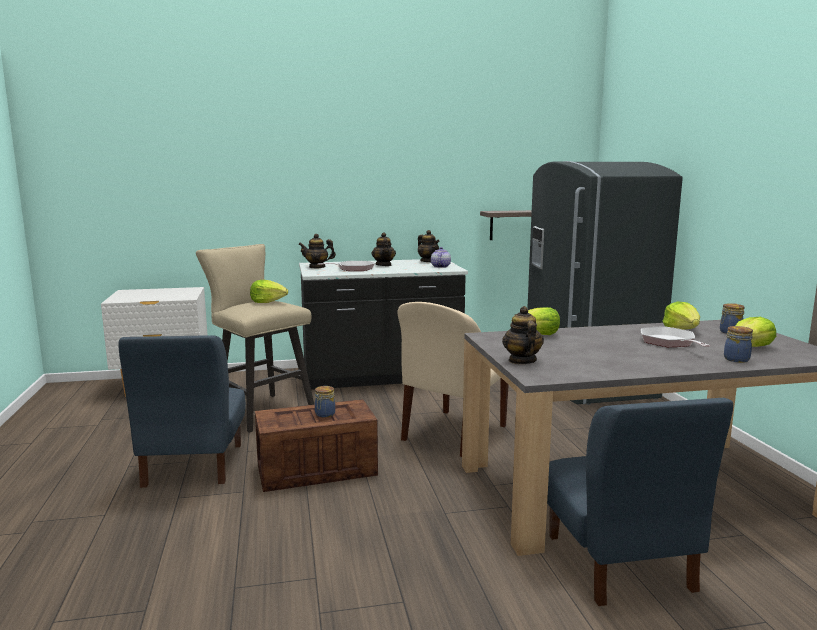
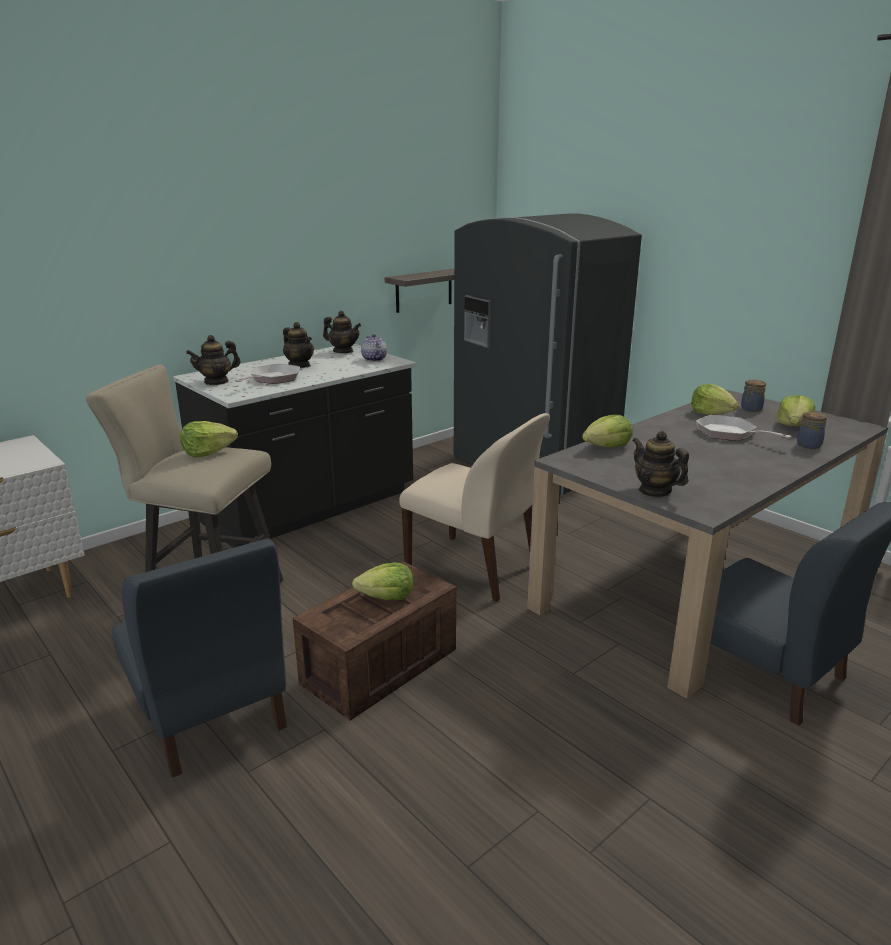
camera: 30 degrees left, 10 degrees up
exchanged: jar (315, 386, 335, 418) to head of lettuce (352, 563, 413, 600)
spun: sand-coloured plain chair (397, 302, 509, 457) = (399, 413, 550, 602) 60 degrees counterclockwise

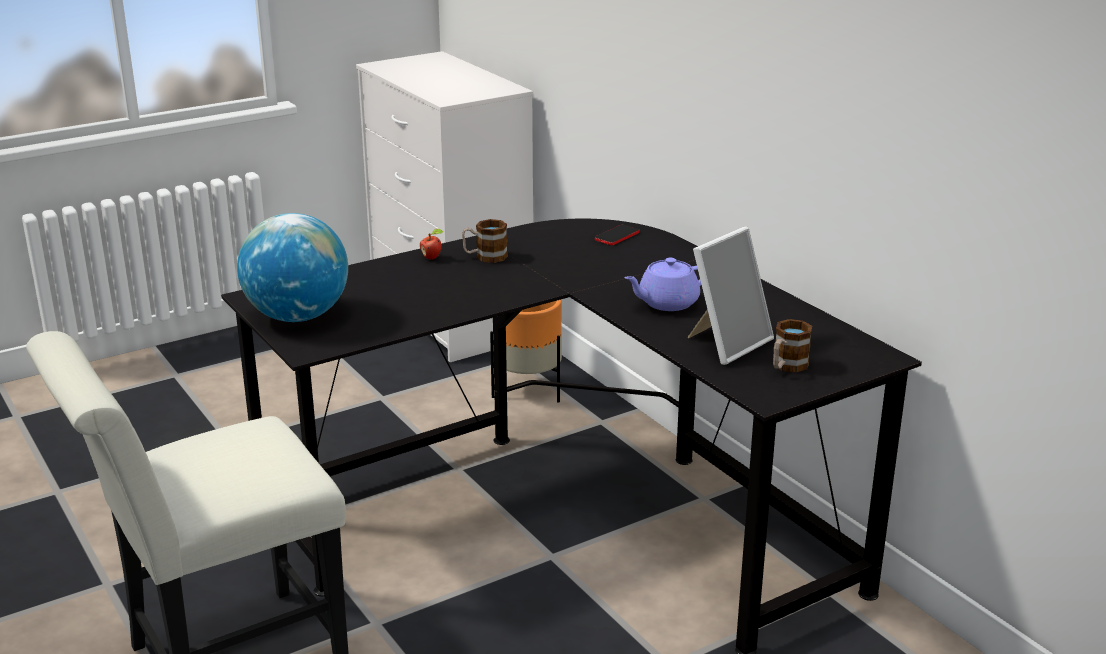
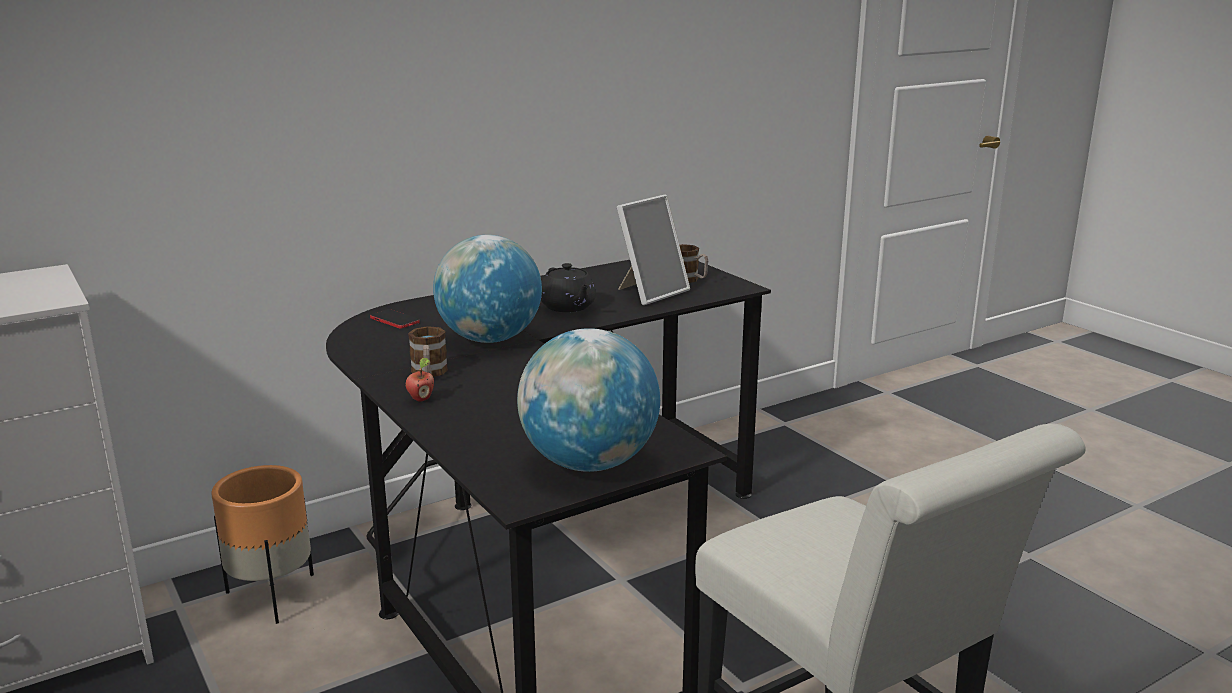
camera: 90 degrees left, 5 degrees down
appeared: world globe (433, 235, 542, 343)
colour: purple tea pot (624, 258, 701, 311) to black-coloured tea pot (541, 263, 596, 312)
spun: photo frame (687, 227, 774, 365) = (617, 195, 690, 305) 90 degrees clockwise

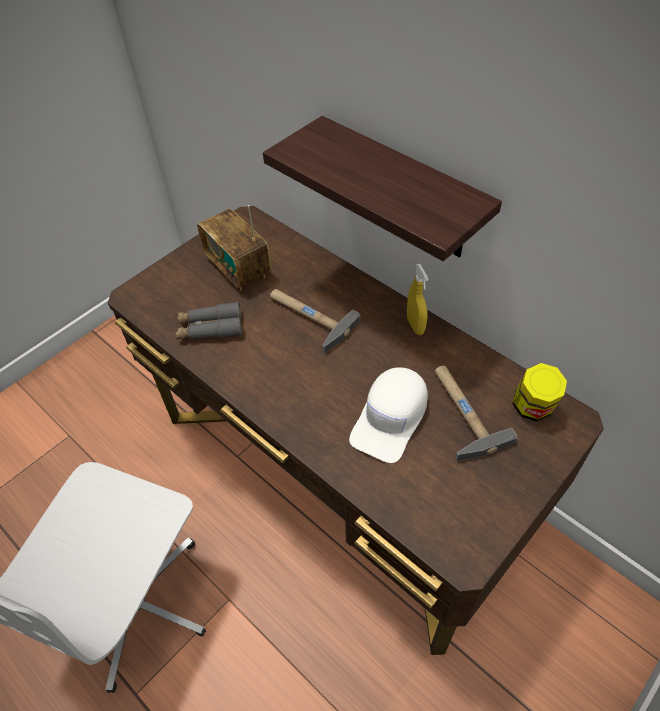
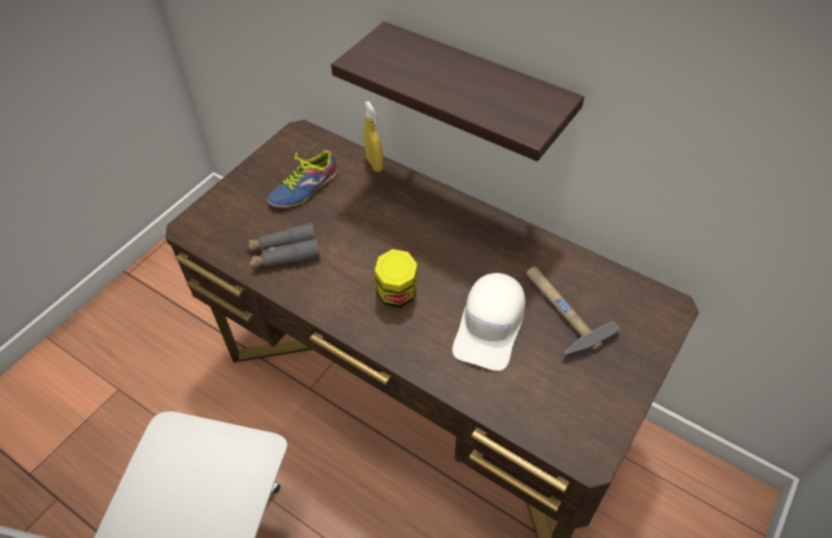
camera: 10 degrees left, 0 degrees up
missing: hand hammer (270, 289, 361, 354)
relocated: yellow hand sprayer (407, 264, 428, 335) to (364, 101, 384, 172); jar (512, 363, 567, 422) to (375, 249, 417, 308)
exchanged: radio (197, 205, 271, 291) to low shoe (267, 144, 337, 208)

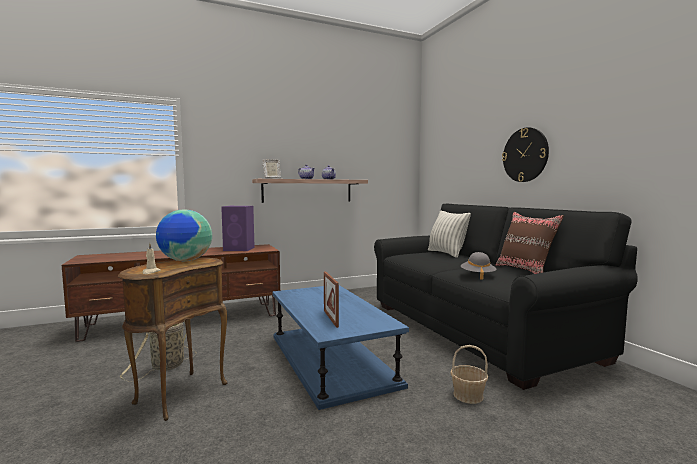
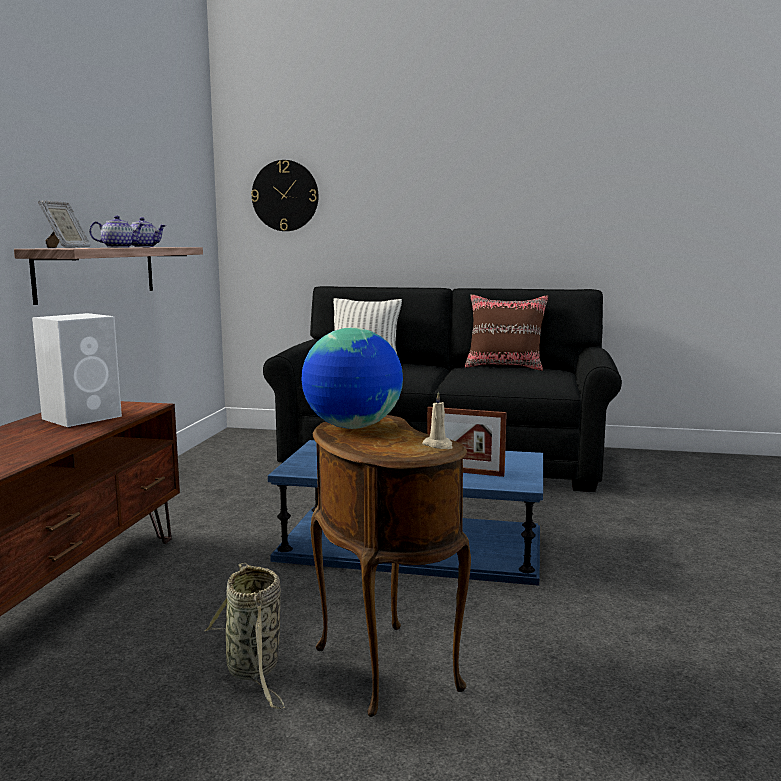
camera: 55 degrees left, 5 degrees up
missing: household basket (450, 345, 488, 404); gray hat (461, 252, 497, 280)
relocated: wall clock (502, 127, 549, 182) to (251, 160, 319, 231)
colour: purple loudspeaker (221, 206, 255, 251) to white-coloured loudspeaker (32, 313, 122, 427)

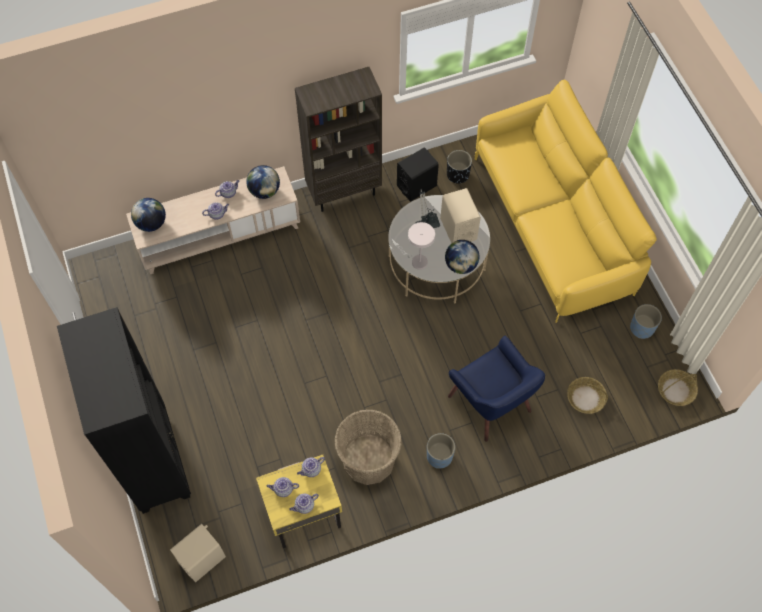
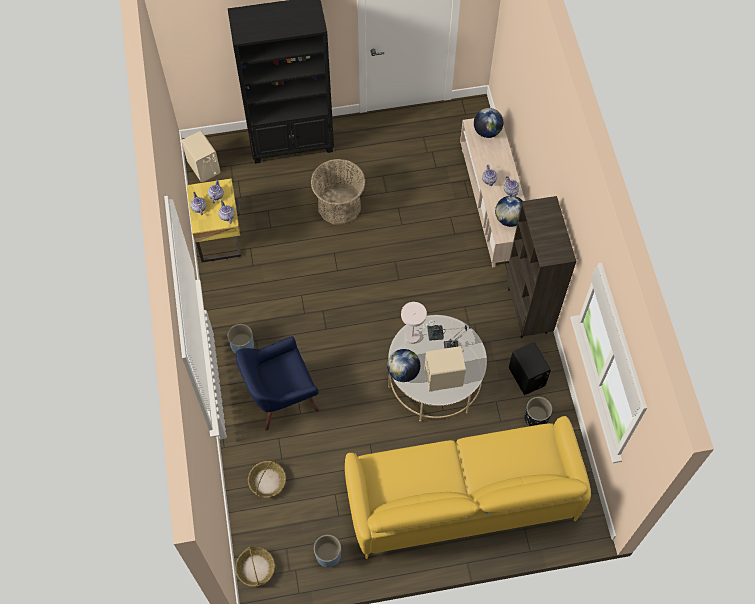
camera: 100 degrees right, 0 degrees up
relocated: household basket (335, 409, 402, 485) to (311, 159, 366, 225)

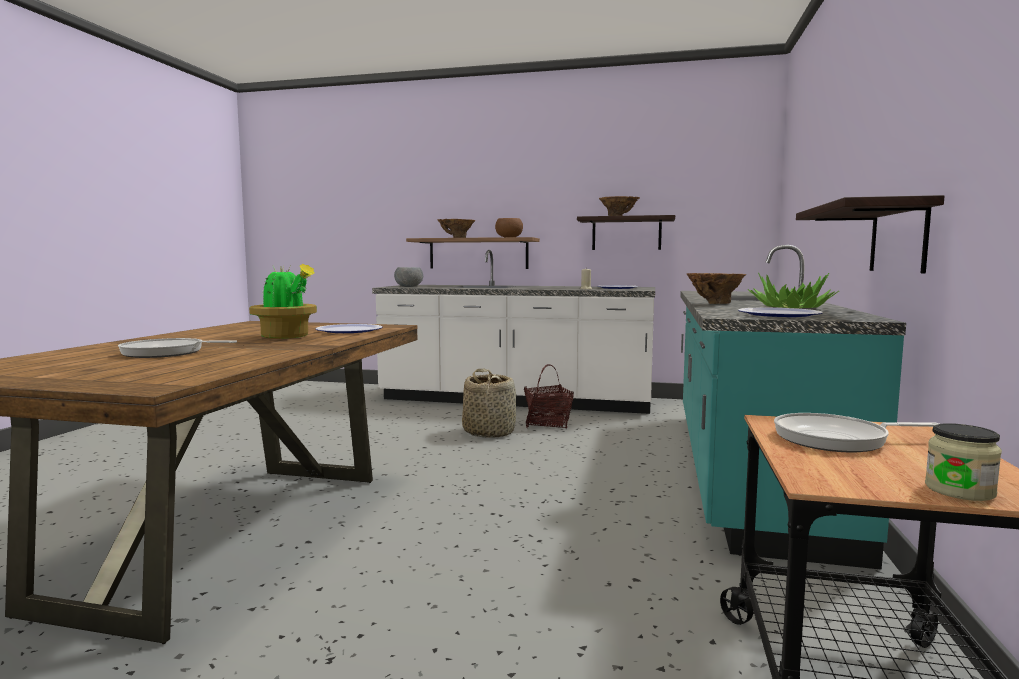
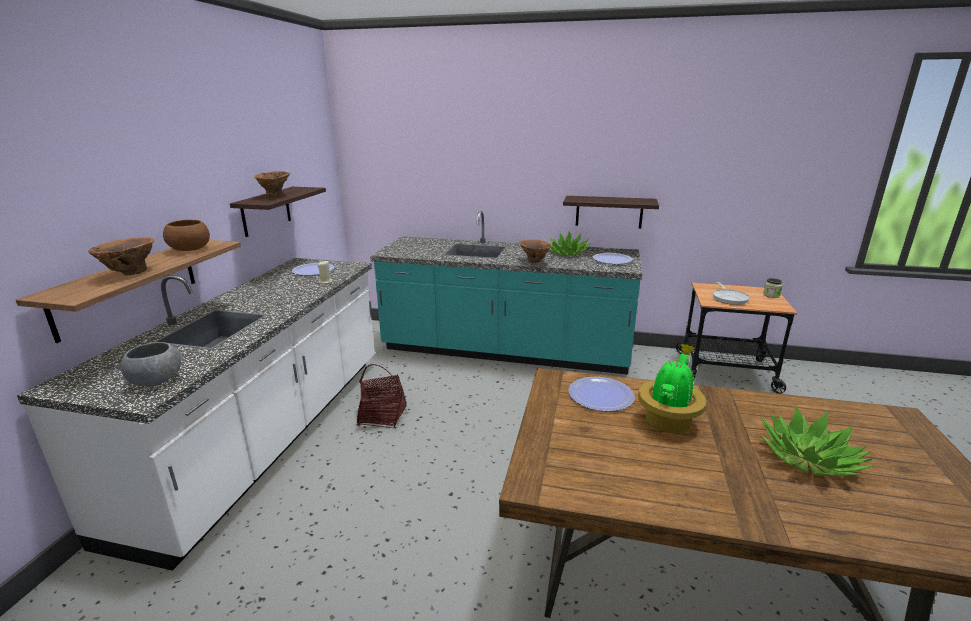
camera: 90 degrees left, 15 degrees up
missing: household basket (462, 369, 516, 438)
exchanged: skillet (118, 338, 237, 358) to potted plant (760, 406, 873, 476)

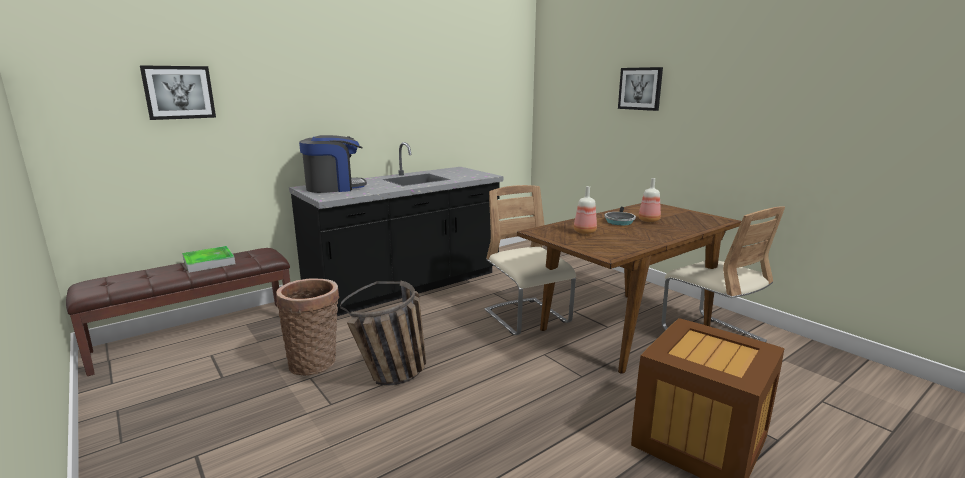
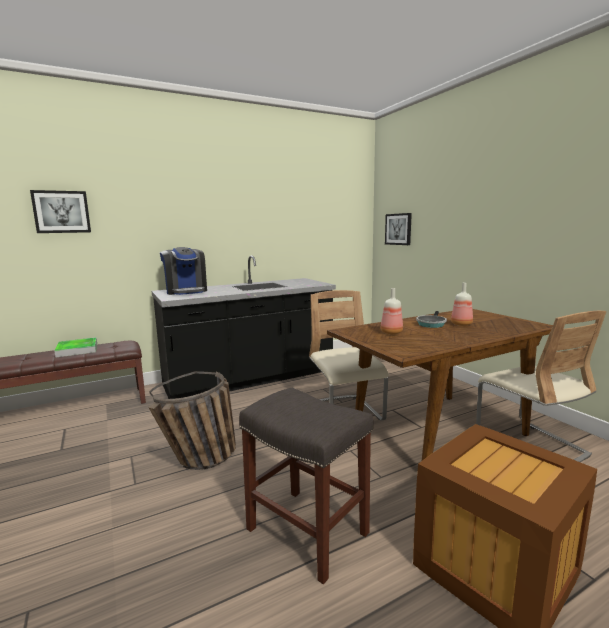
camera: 10 degrees right, 5 degrees down
missing: household basket (276, 278, 340, 376)
appeared: gray sitting stool (239, 388, 373, 584)
relocated: wall art (618, 67, 663, 111) to (385, 213, 412, 245)
spun: coffee maker (299, 135, 367, 193) = (160, 247, 207, 295) 75 degrees clockwise

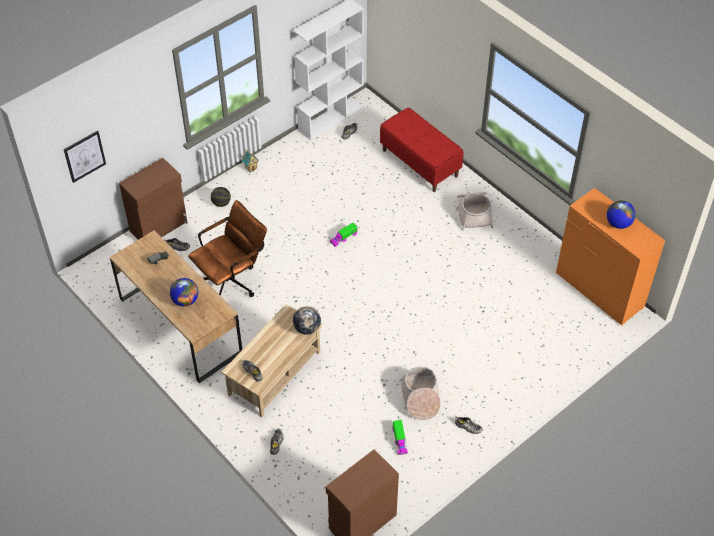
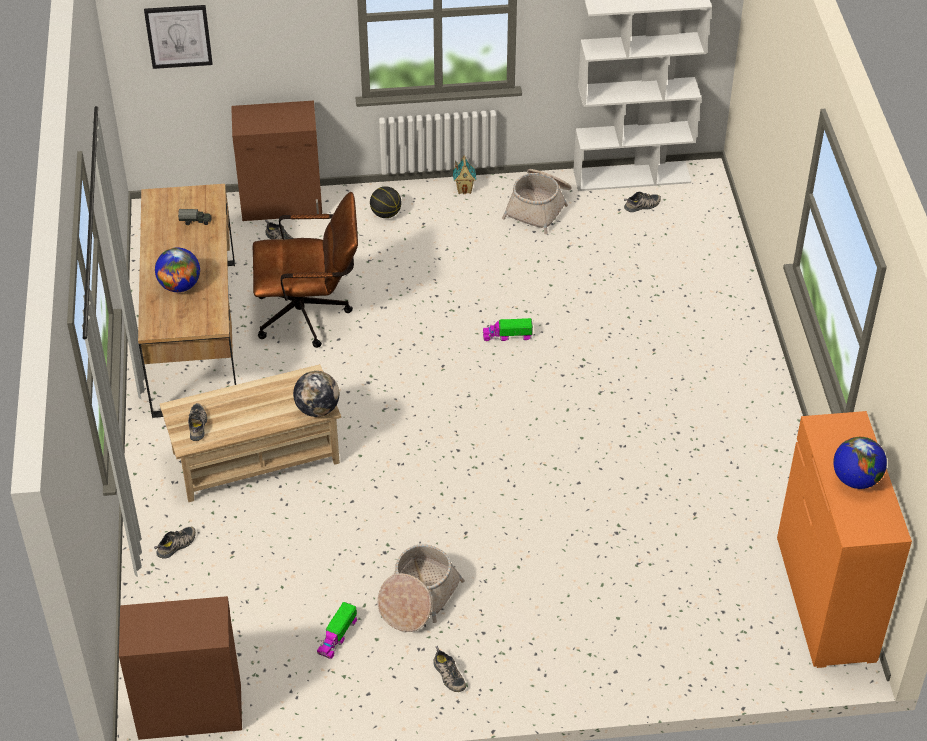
camera: 35 degrees right, 5 degrees down
missing: red-coloured indoor bench (380, 108, 463, 192)
relocated: household basket (456, 192, 493, 231) to (502, 169, 571, 234)

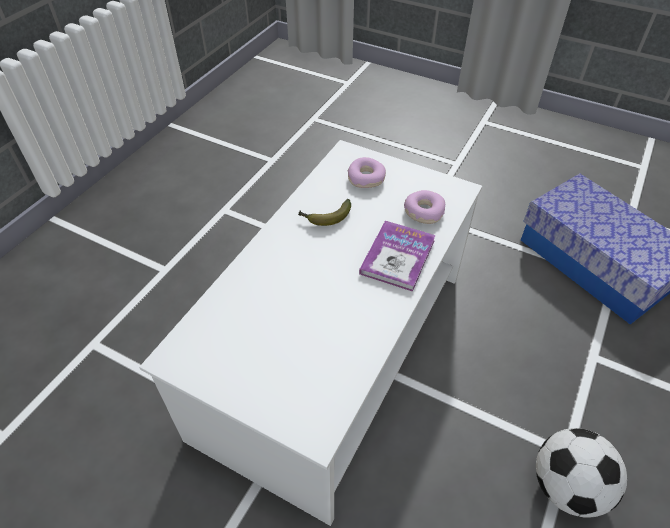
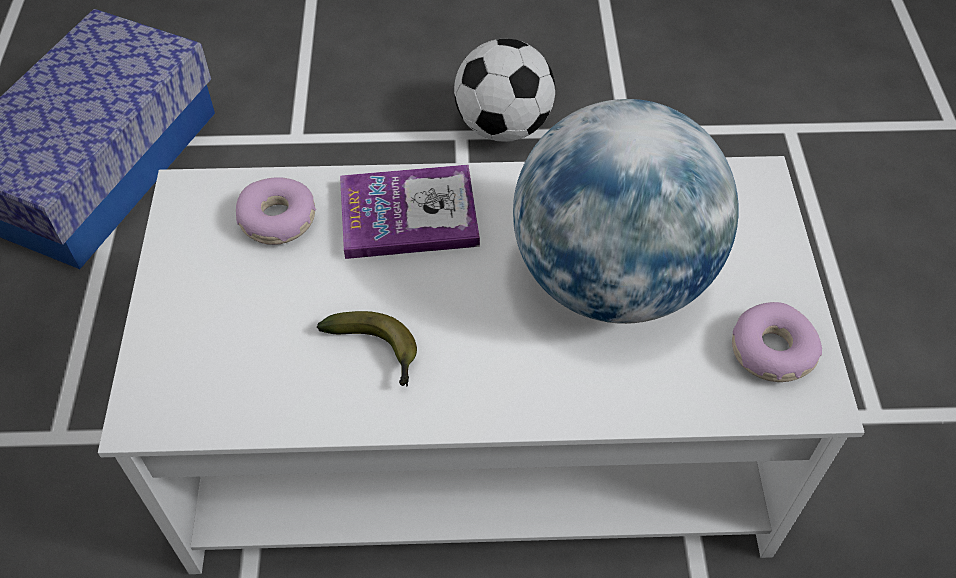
camera: 120 degrees left, 5 degrees up
appeared: world globe (513, 99, 739, 324)
relocated: ring doughnut (347, 157, 386, 188) to (732, 302, 822, 382)

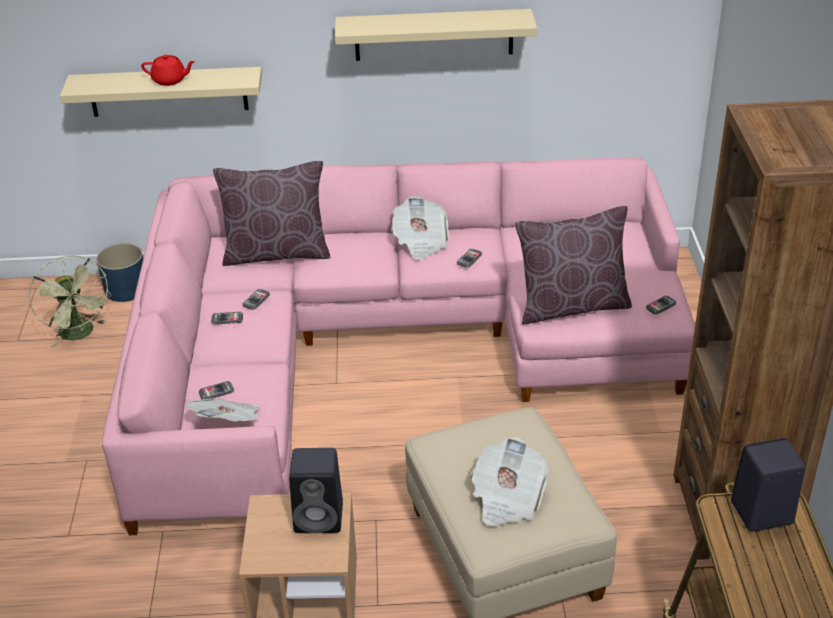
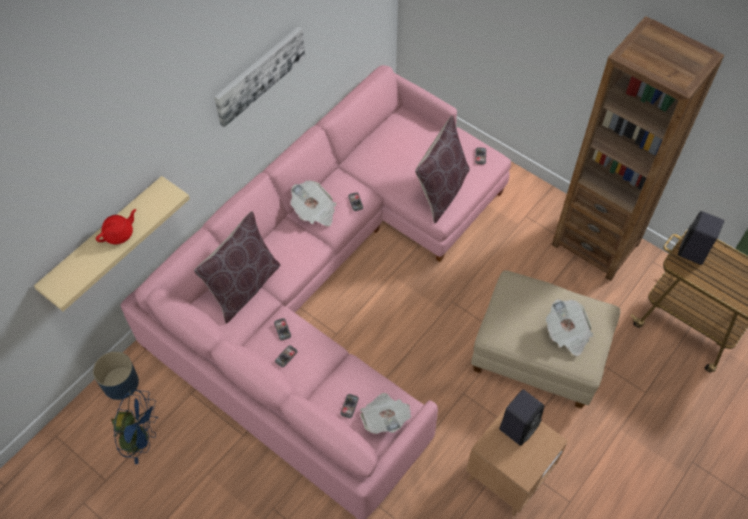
camera: 50 degrees left, 20 degrees up
exchanged: sand-coloured wall shelf (335, 9, 537, 61) to wall art (214, 26, 305, 127)
colour: green-coloured electric fan (29, 255, 111, 348) to blue-coloured electric fan (111, 390, 159, 464)

